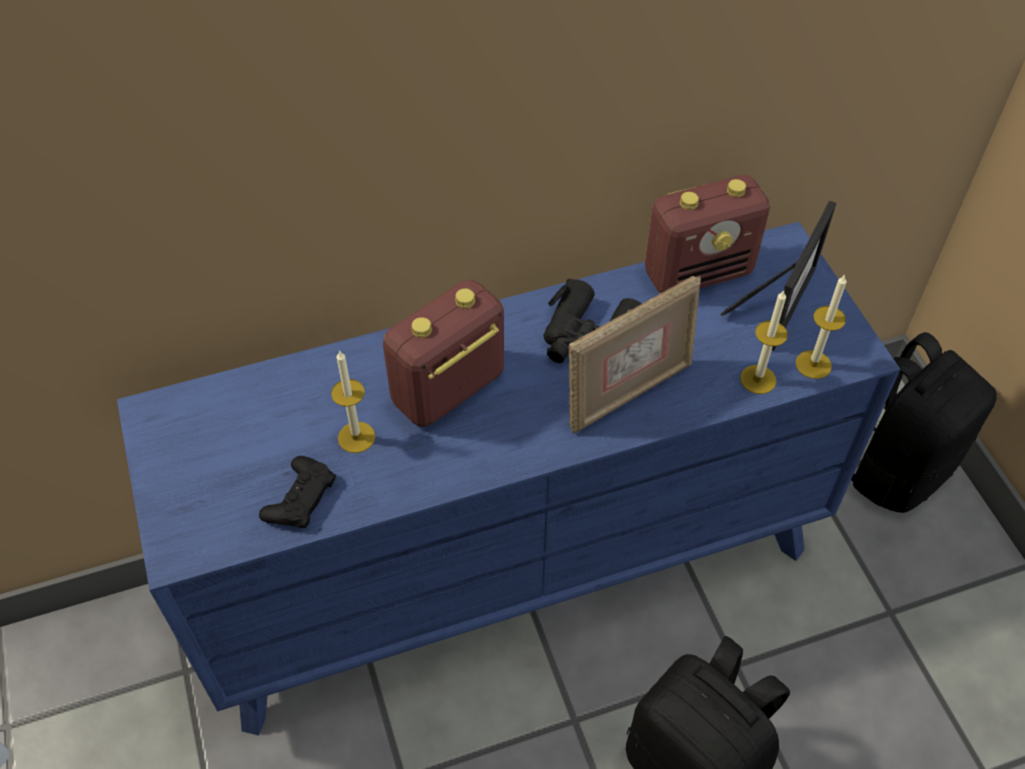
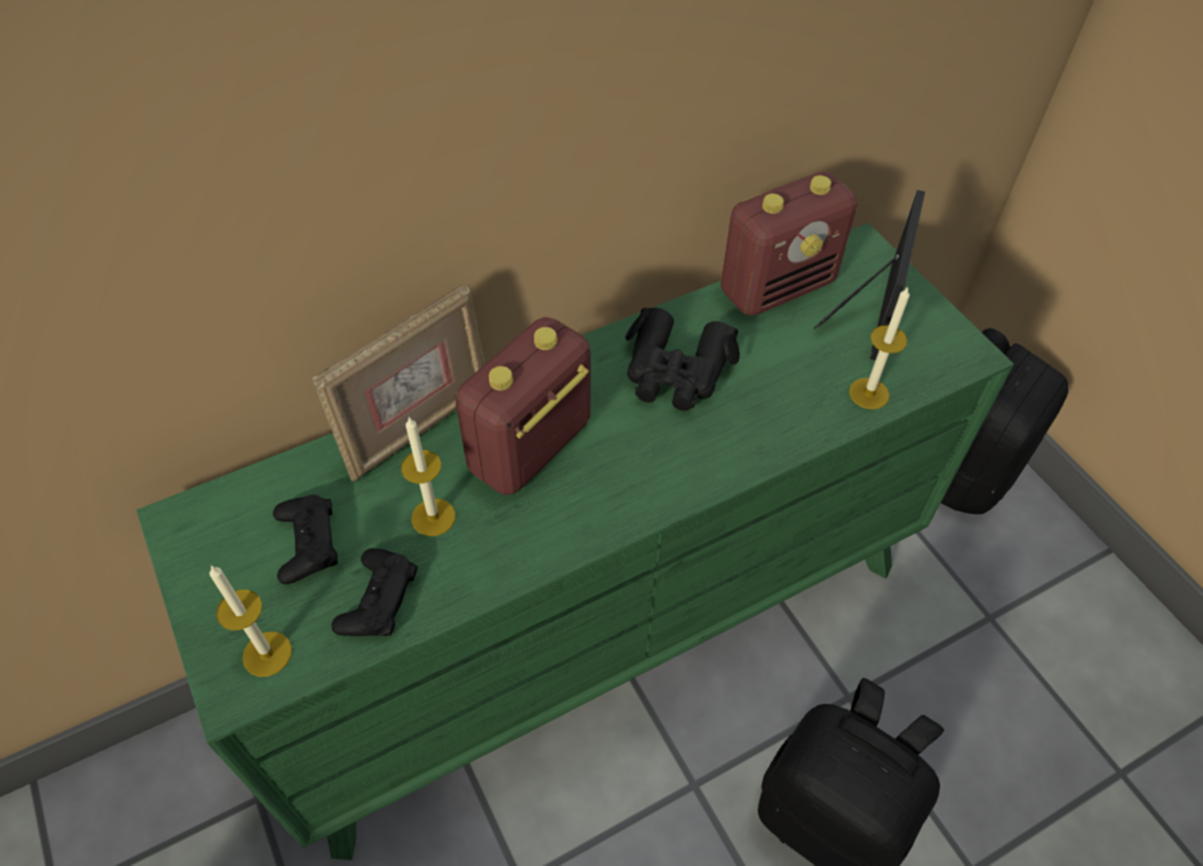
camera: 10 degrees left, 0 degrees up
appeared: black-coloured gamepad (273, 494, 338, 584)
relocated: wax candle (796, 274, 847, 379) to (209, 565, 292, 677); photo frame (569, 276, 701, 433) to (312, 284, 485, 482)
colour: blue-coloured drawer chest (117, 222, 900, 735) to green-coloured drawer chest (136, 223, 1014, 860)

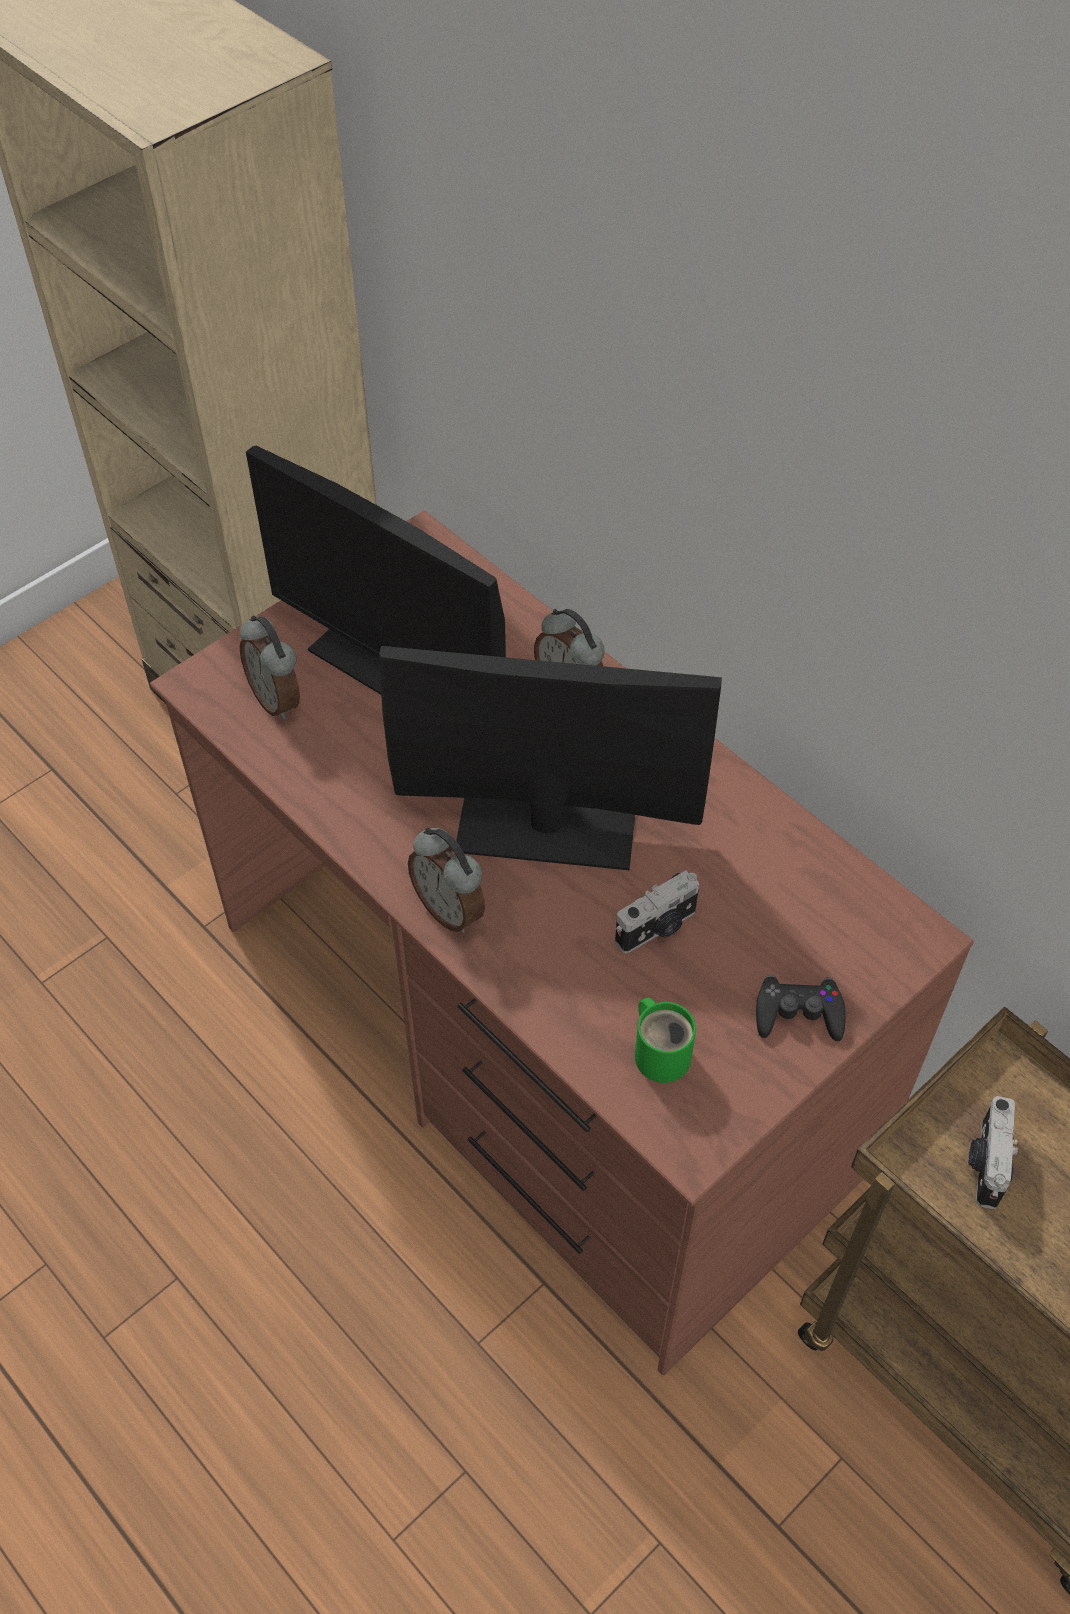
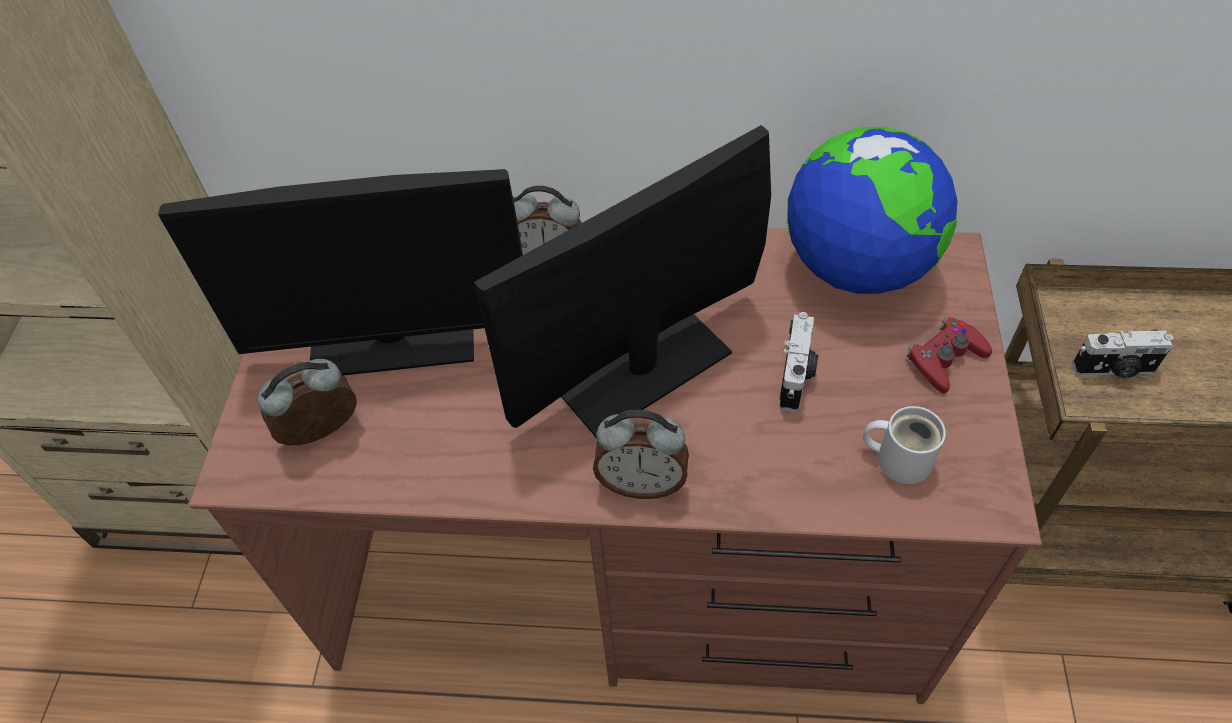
camera: 40 degrees left, 0 degrees up
appeared: world globe (787, 126, 958, 294)
colour: green-coloured coffee mug (635, 998, 696, 1083) to white-coloured coffee mug (863, 406, 946, 484); black-coloured gamepad (756, 975, 846, 1041) to red-coloured gamepad (907, 317, 992, 393)
spun: alarm clock (240, 615, 300, 720) = (258, 359, 357, 445) 135 degrees clockwise; still camera (968, 1096, 1018, 1209) = (1072, 330, 1174, 378) 60 degrees counterclockwise

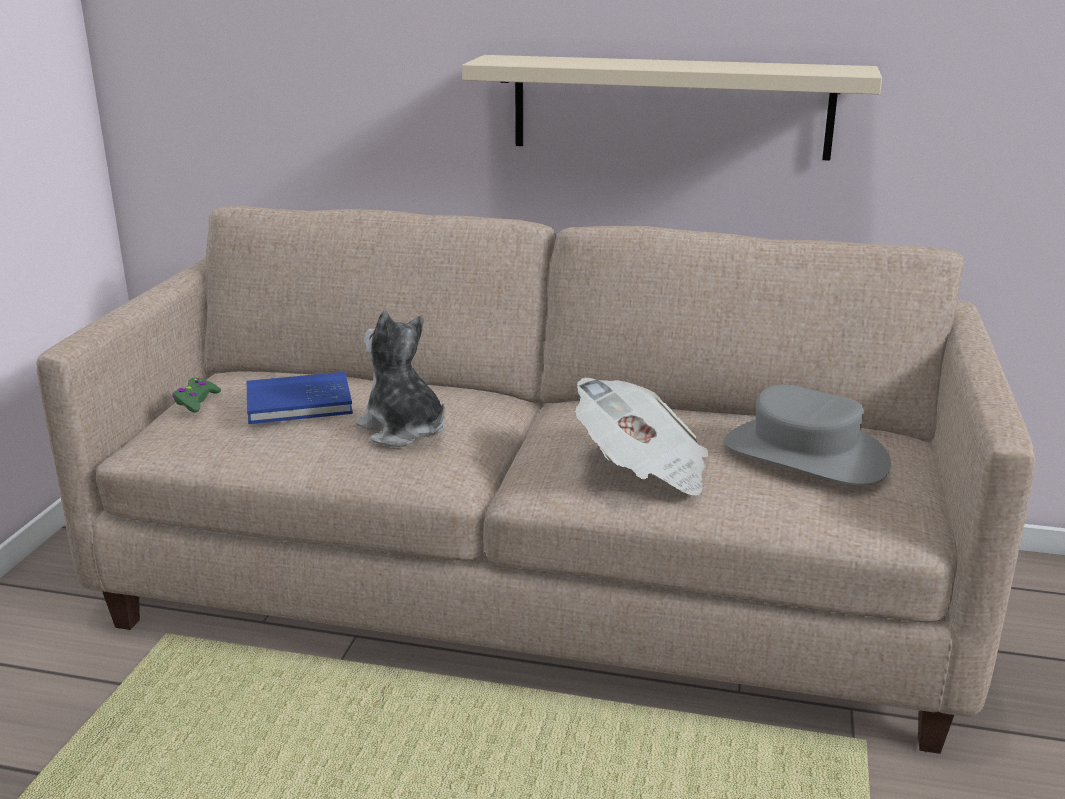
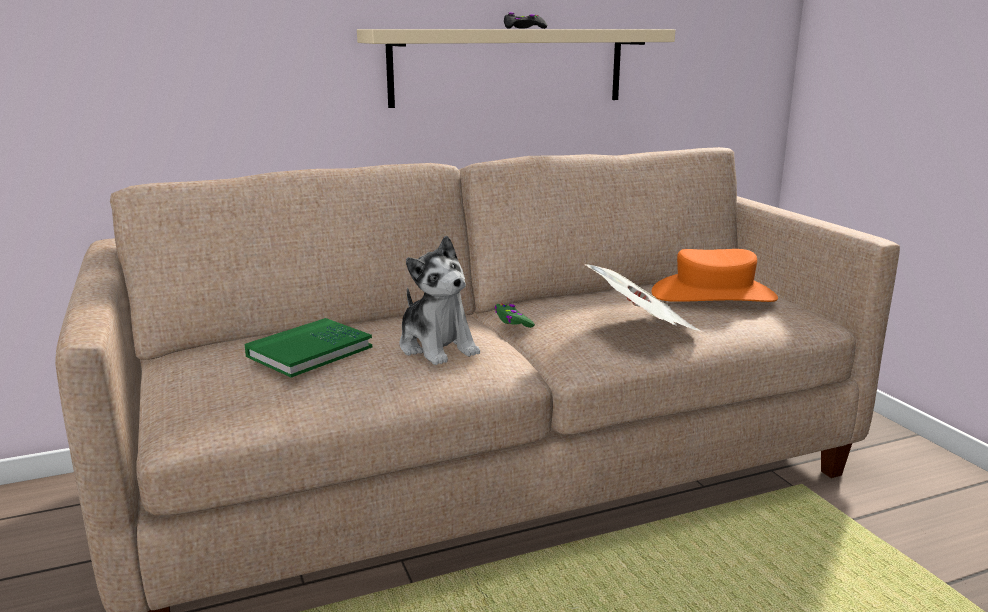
camera: 35 degrees left, 5 degrees down
appeared: black-coloured gamepad (504, 12, 547, 29)
relocated: green-coloured gamepad (172, 378, 221, 412) to (495, 304, 535, 328)
colour: blue-coloured volume (247, 372, 353, 424) to green-coloured volume (244, 318, 372, 377); gray hat (724, 384, 891, 485) to orangey hat (652, 249, 778, 302)
spun: soft toy (356, 310, 445, 447) = (399, 236, 480, 365) 135 degrees counterclockwise

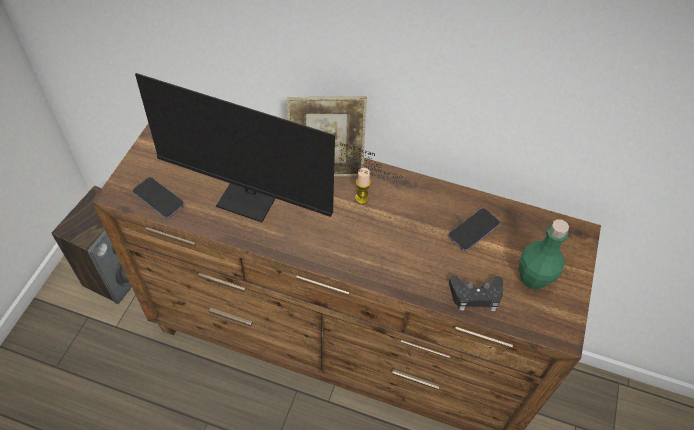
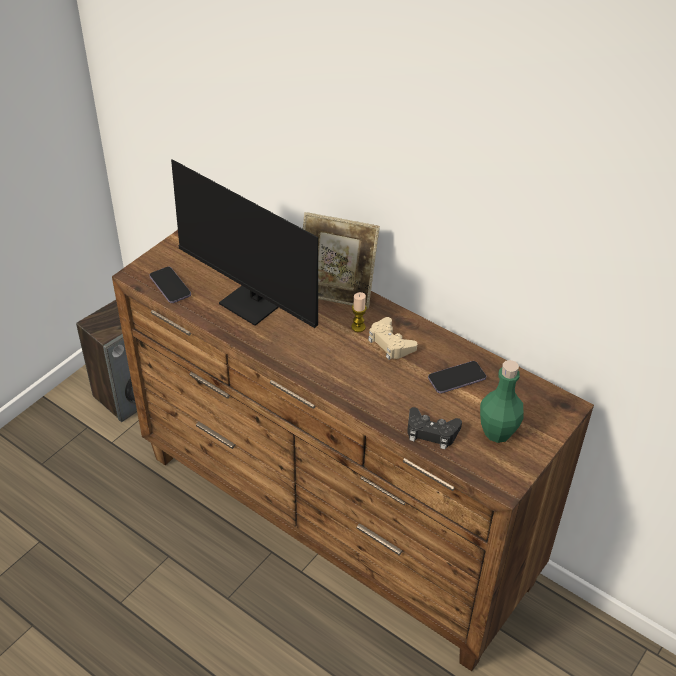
camera: 20 degrees right, 10 degrees down
appeared: sand-coloured gamepad (368, 317, 417, 360)

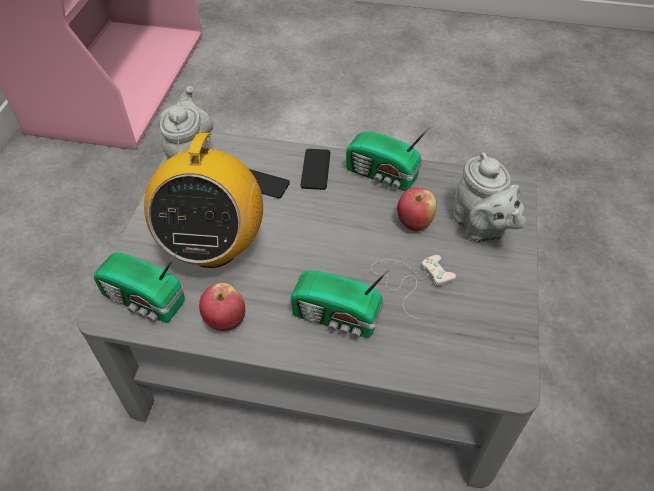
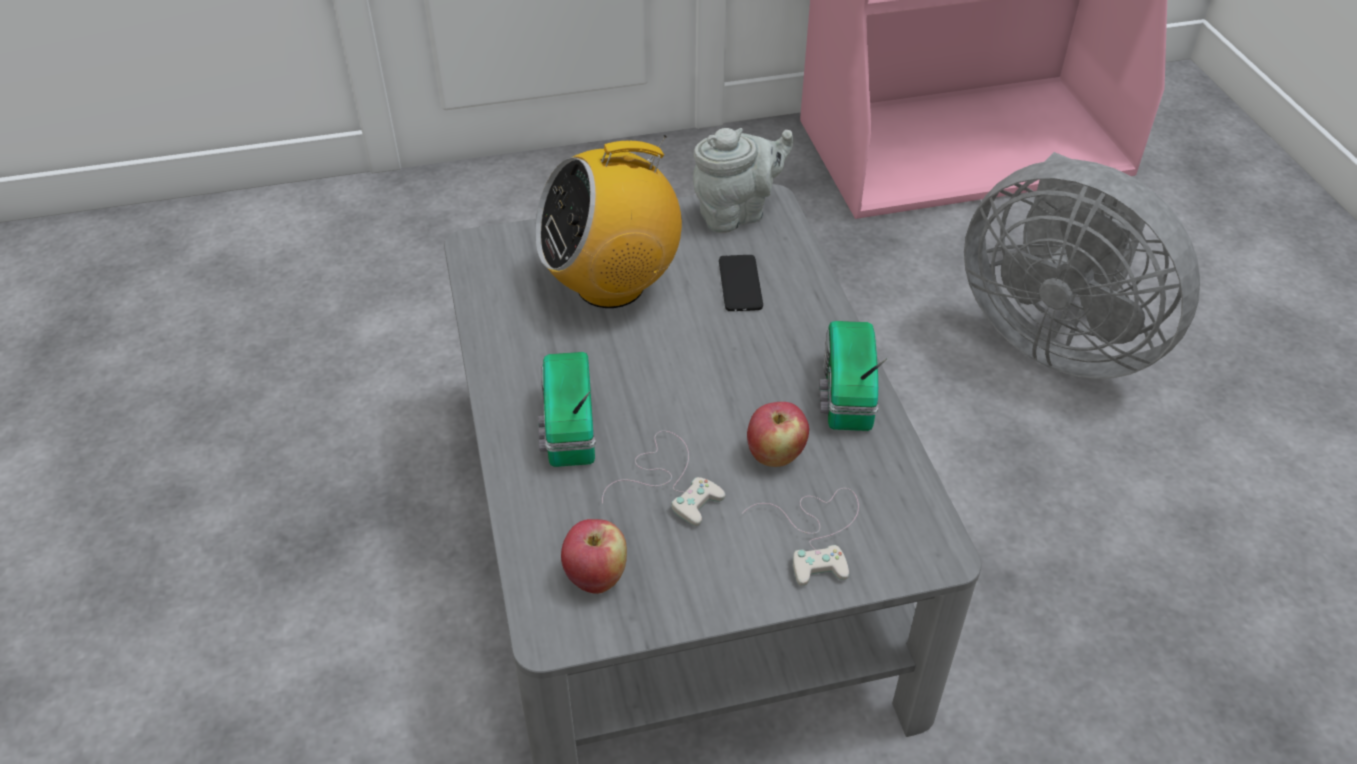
camera: 65 degrees right, 5 degrees down
missing: radio (94, 251, 185, 323); handset (301, 149, 330, 190)
appeared: gray electric fan (964, 152, 1200, 379)
relocated: apple fruit (199, 283, 245, 331) to (561, 519, 627, 594)
exchanged: gray tea pot (453, 152, 526, 242) to white-coloured gamepad (742, 488, 859, 586)

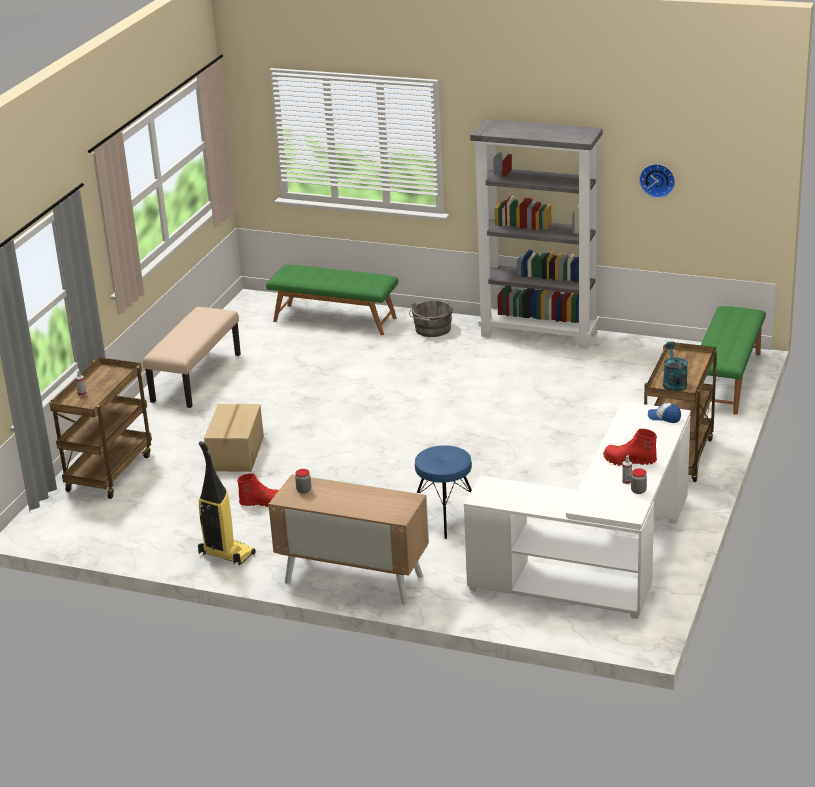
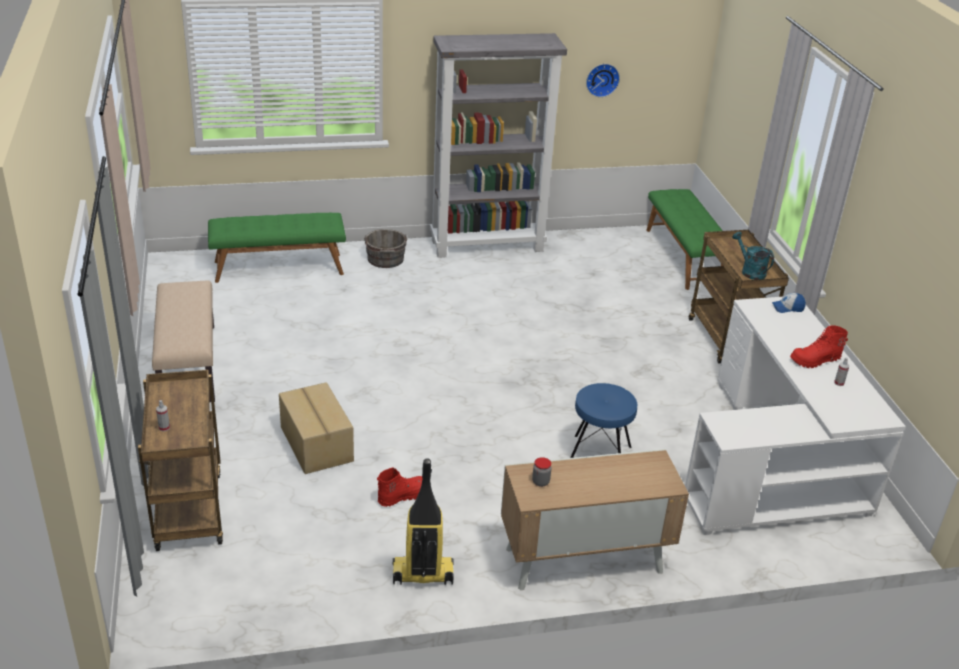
camera: 35 degrees left, 5 degrees up
missing: jar (631, 468, 647, 494)

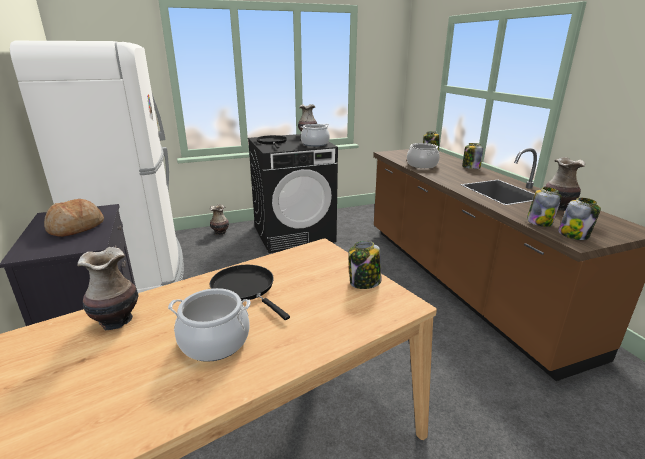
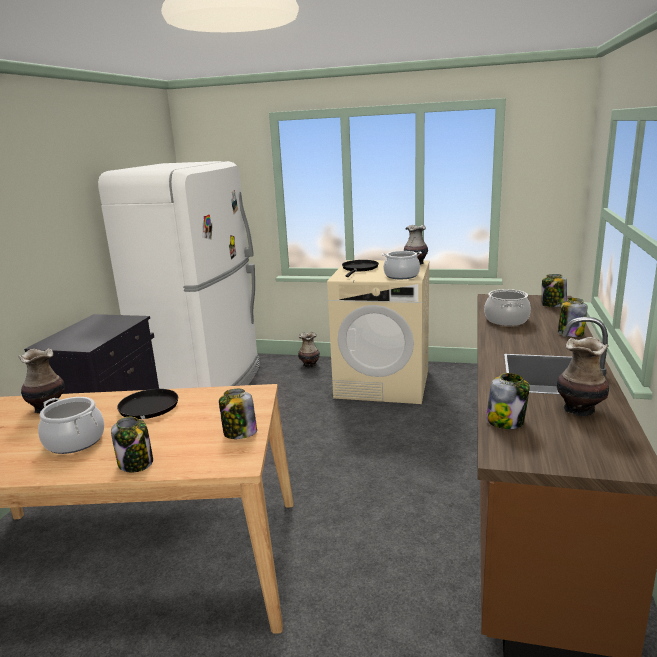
camera: 35 degrees right, 5 degrees down
missing: bakery bread (44, 199, 104, 237)
relocated: jar (558, 197, 601, 240) to (111, 417, 153, 472)
colour: black-coloured washing machine (248, 134, 338, 253) to sand-coloured washing machine (327, 260, 430, 404)

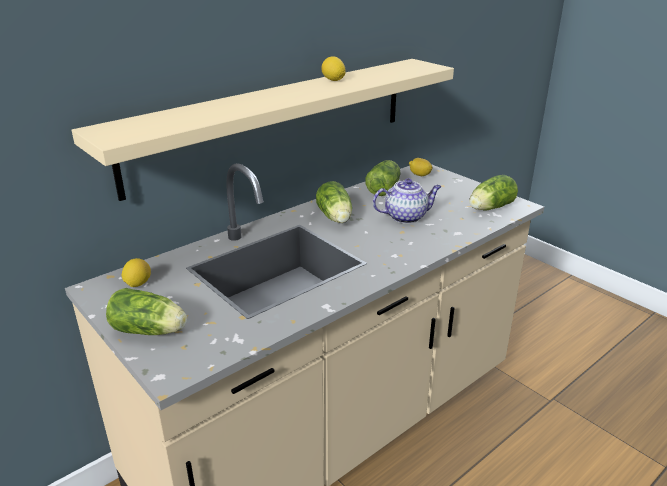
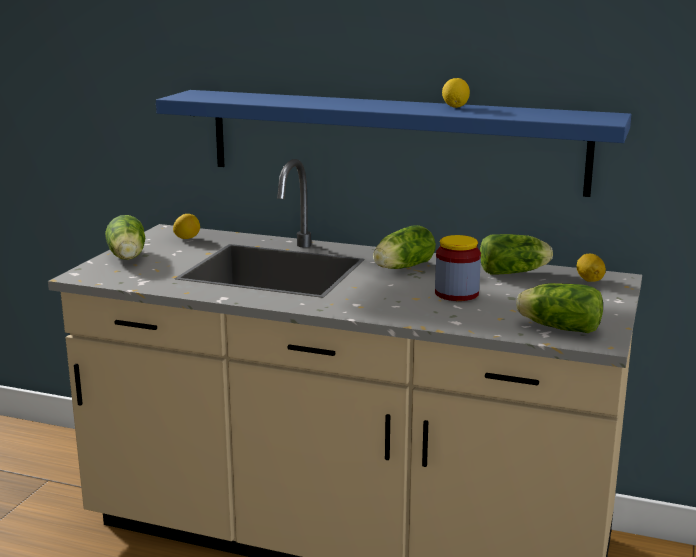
camera: 60 degrees right, 10 degrees down
exchanged: tea pot (373, 178, 441, 224) to jar (435, 235, 481, 301)
colour: sand-coloured wall shelf (71, 59, 454, 201) to blue-coloured wall shelf (156, 90, 631, 197)

